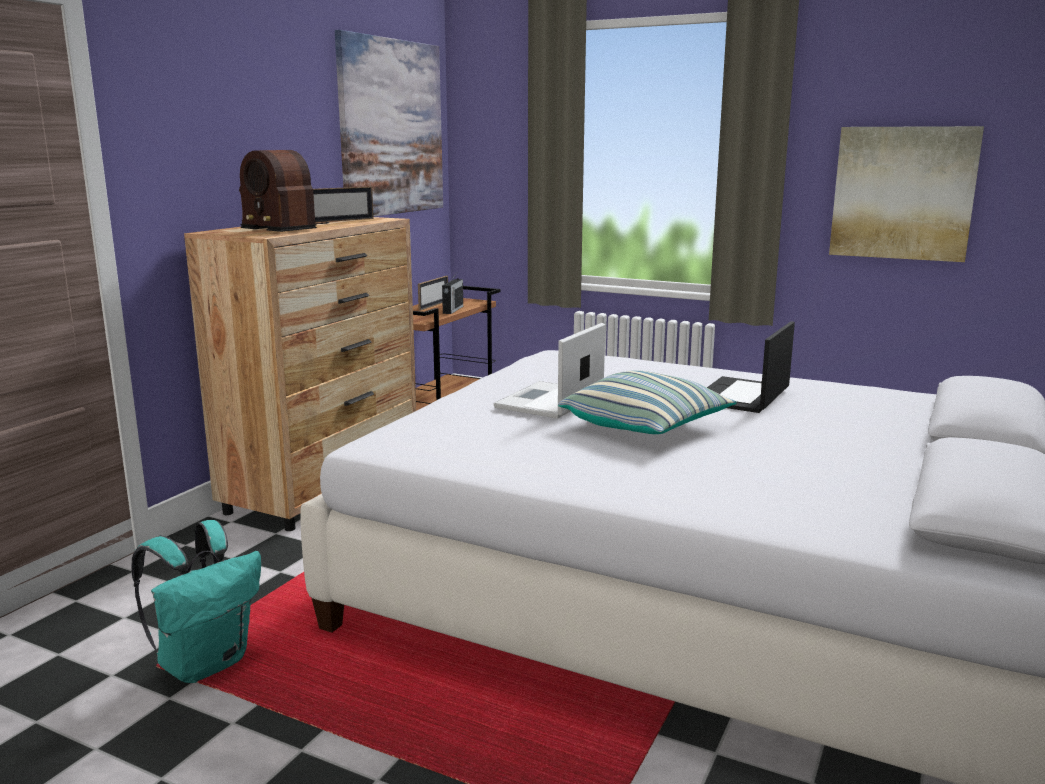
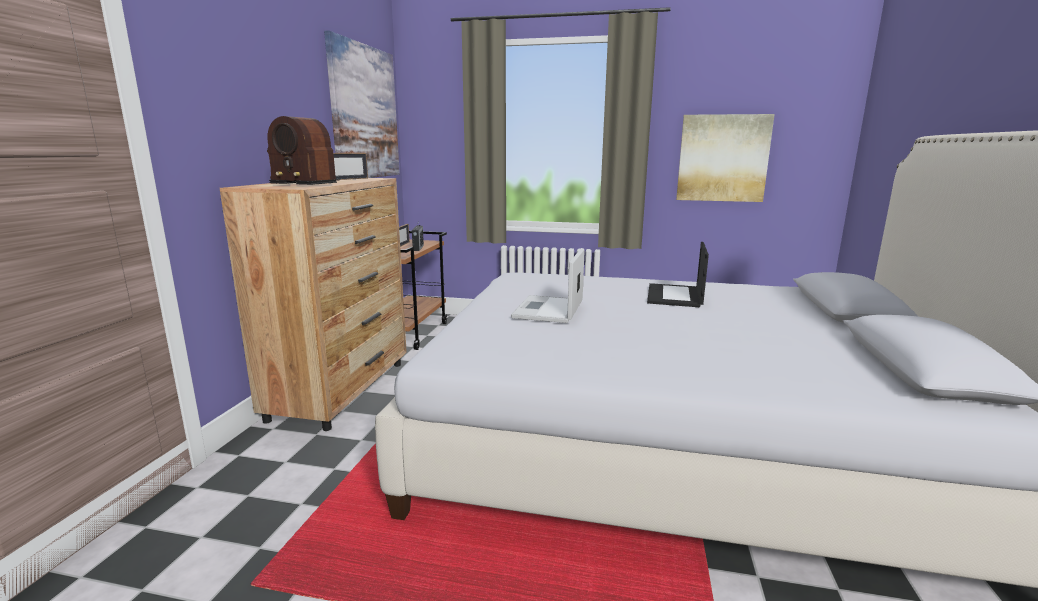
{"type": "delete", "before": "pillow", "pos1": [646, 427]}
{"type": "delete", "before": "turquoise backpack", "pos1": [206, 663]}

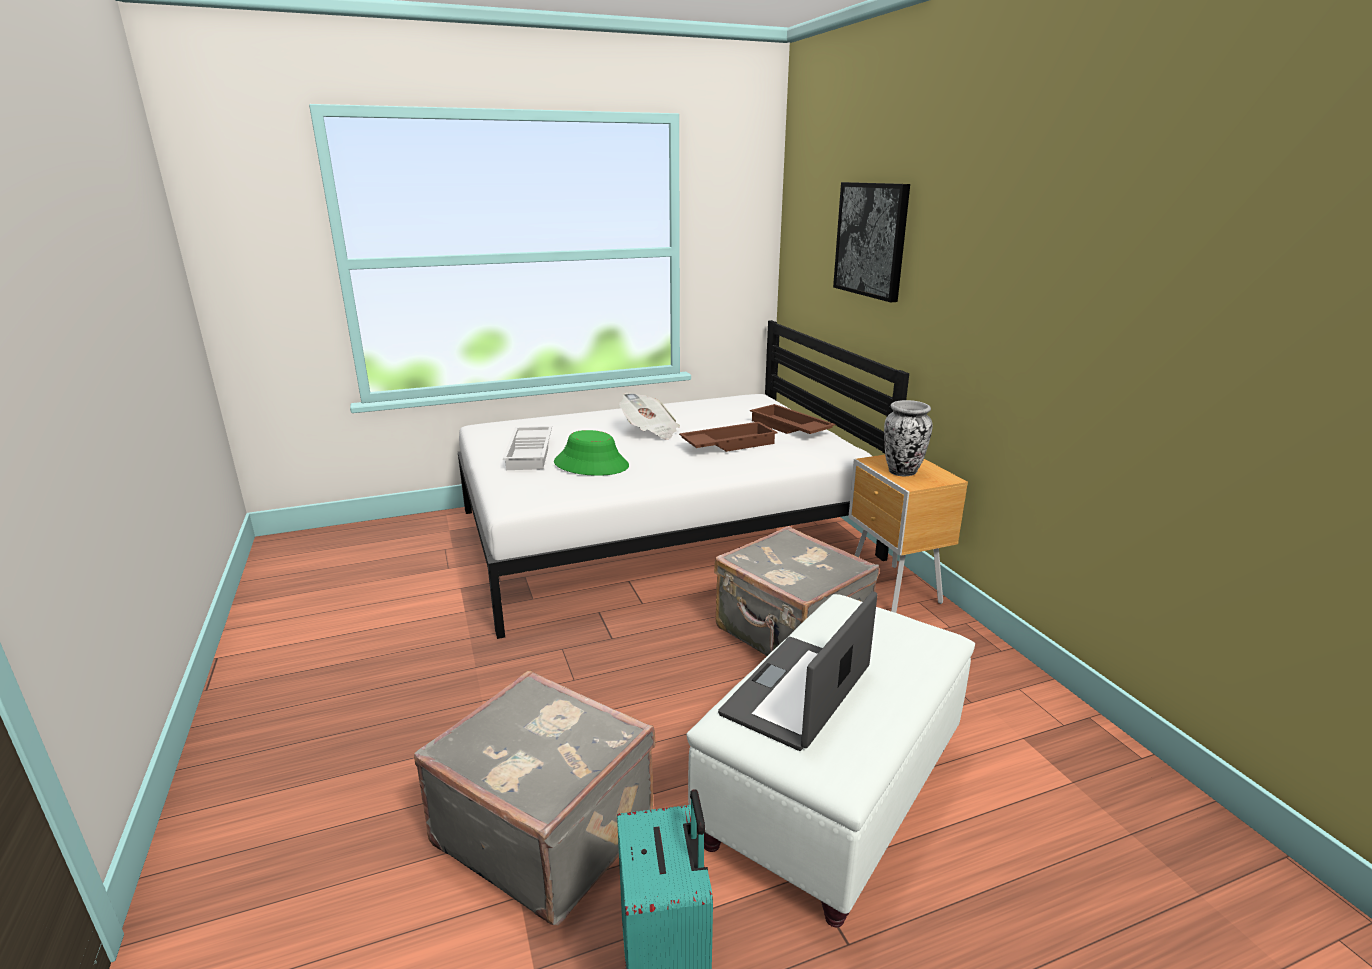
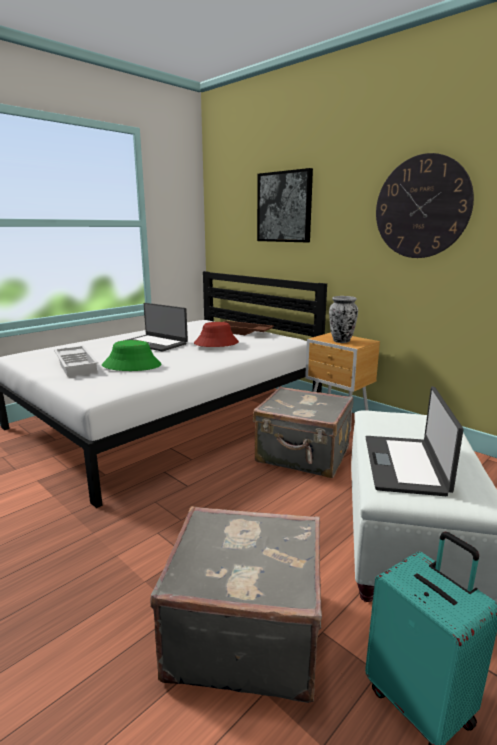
{"type": "replace", "before": "newspaper", "after": "laptop", "pos1": [650, 431], "pos2": [155, 343]}
{"type": "replace", "before": "brown tray", "after": "red hat", "pos1": [728, 444], "pos2": [216, 343]}
{"type": "insert", "after": "wall clock", "pos2": [421, 207]}

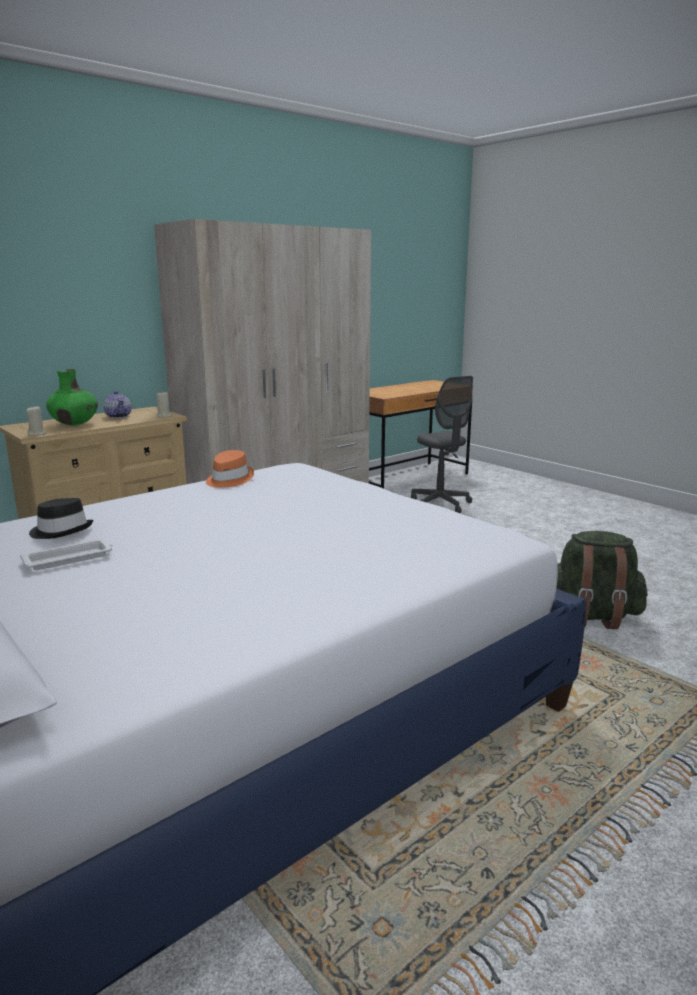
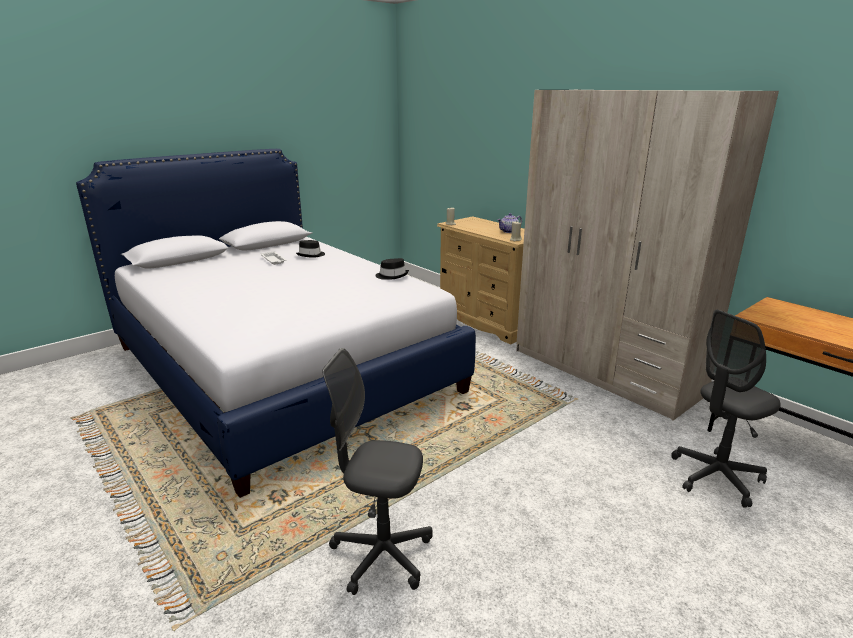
{"type": "delete", "before": "green vase", "pos1": [75, 424]}
{"type": "recolor", "before": "orange hat", "after": "black hat", "pos1": [228, 479], "pos2": [392, 275]}
{"type": "replace", "before": "green backpack", "after": "grey office chair", "pos1": [592, 616], "pos2": [381, 555]}

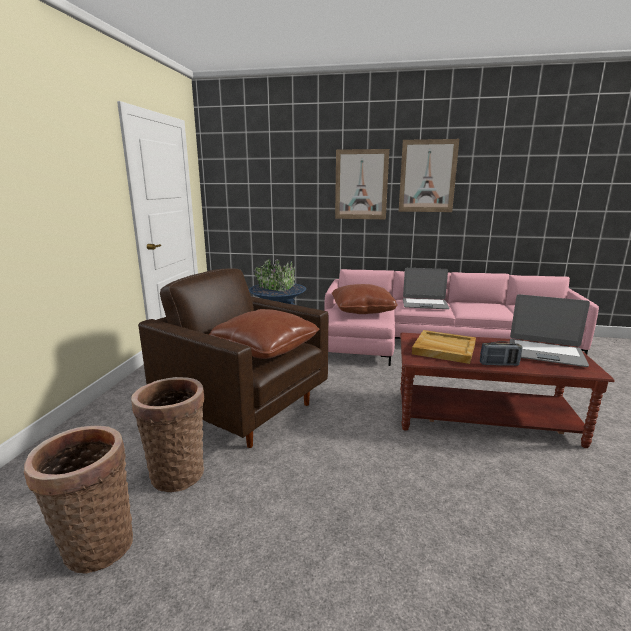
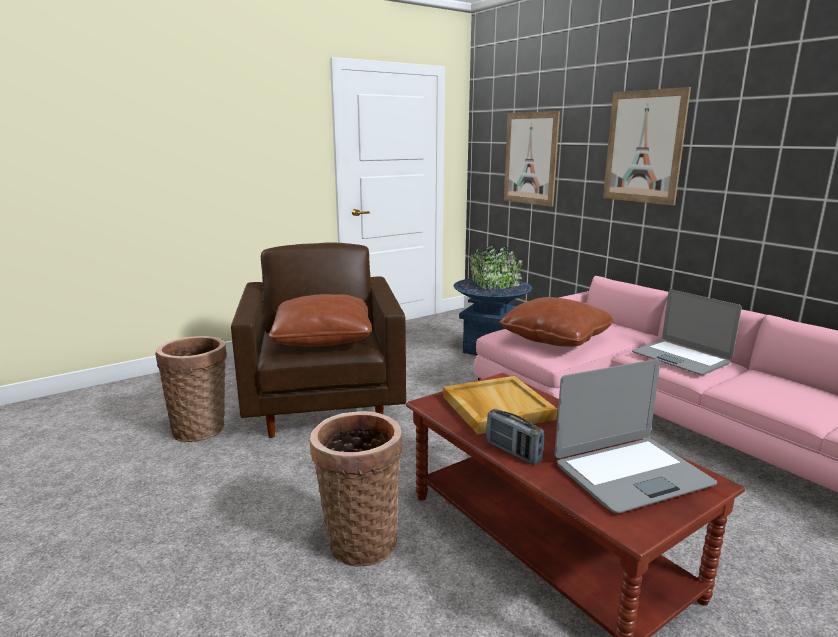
{"type": "move", "before": "picture", "pos1": [427, 176], "pos2": [530, 158]}
{"type": "rotate", "before": "laptop", "pos1": [545, 353], "pos2": [631, 474], "turn": -90}
{"type": "move", "before": "basket", "pos1": [94, 545], "pos2": [360, 539]}

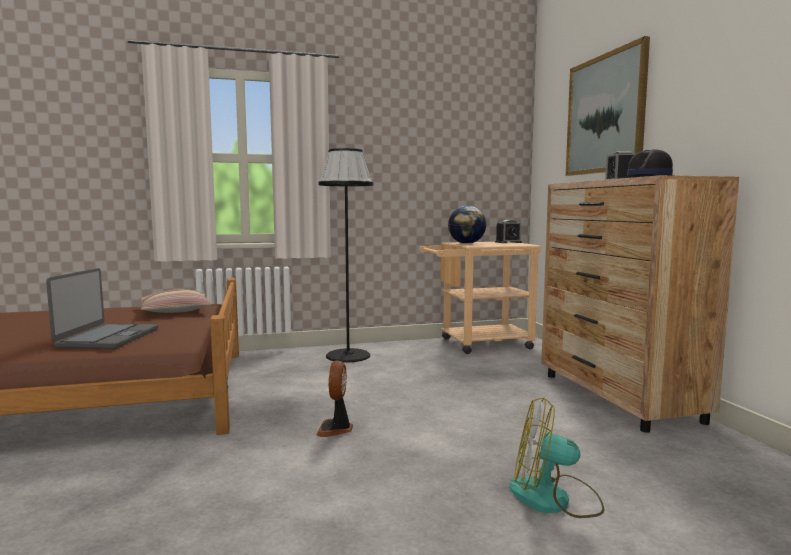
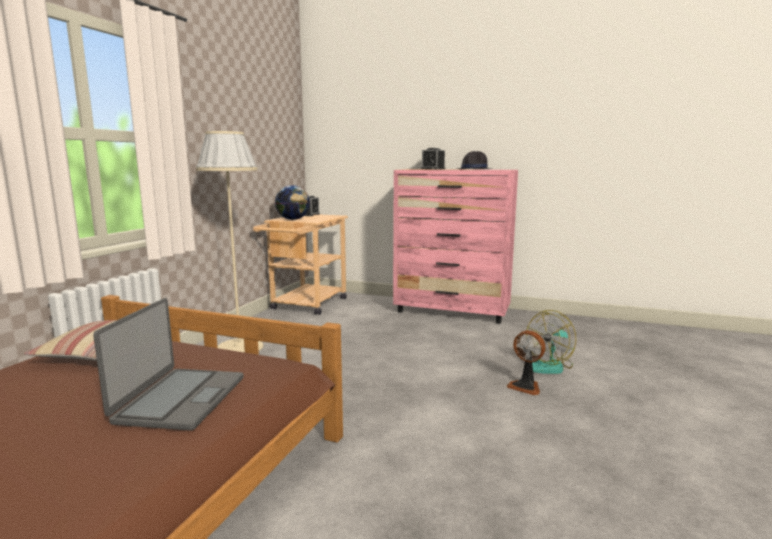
{"type": "delete", "before": "picture", "pos1": [605, 114]}
{"type": "recolor", "before": "black floor lamp", "after": "beige floor lamp", "pos1": [348, 356], "pos2": [240, 347]}
{"type": "recolor", "before": "brown dresser", "after": "pink dresser", "pos1": [618, 397], "pos2": [452, 311]}
{"type": "rotate", "before": "laptop", "pos1": [108, 337], "pos2": [180, 399], "turn": 60}
{"type": "move", "before": "fan", "pos1": [336, 429], "pos2": [525, 386]}

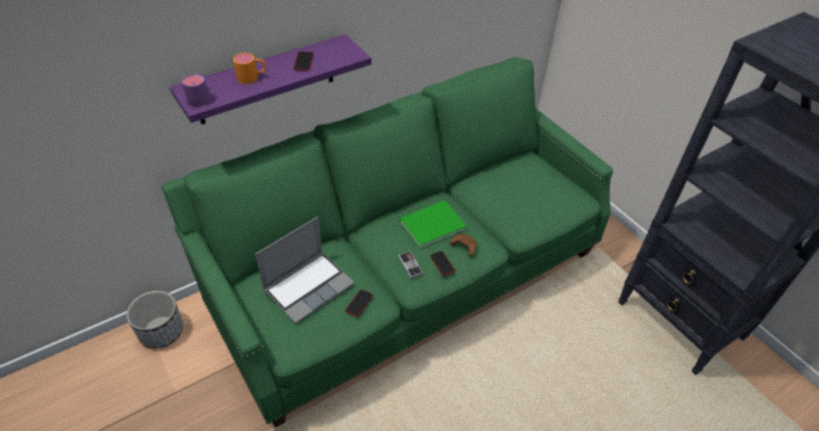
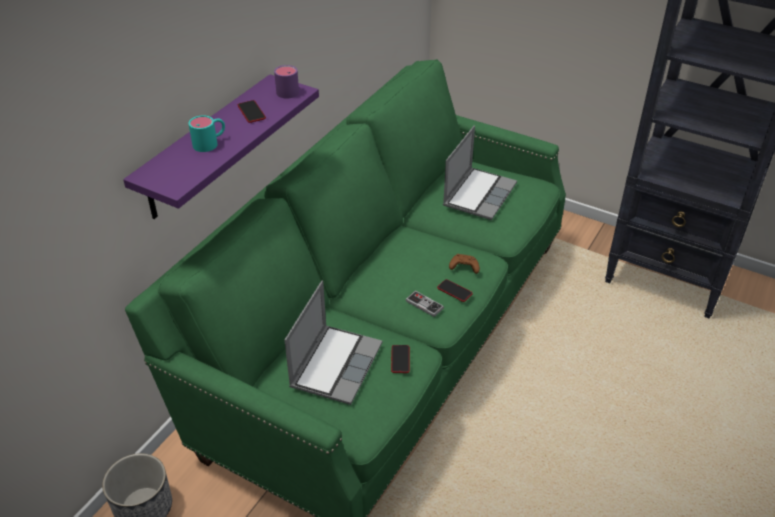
{"type": "recolor", "before": "orange mug", "after": "turquoise mug", "pos1": [252, 77], "pos2": [210, 143]}
{"type": "move", "before": "purple mug", "pos1": [200, 97], "pos2": [286, 90]}
{"type": "delete", "before": "green book", "pos1": [430, 225]}
{"type": "insert", "after": "laptop", "pos2": [479, 194]}

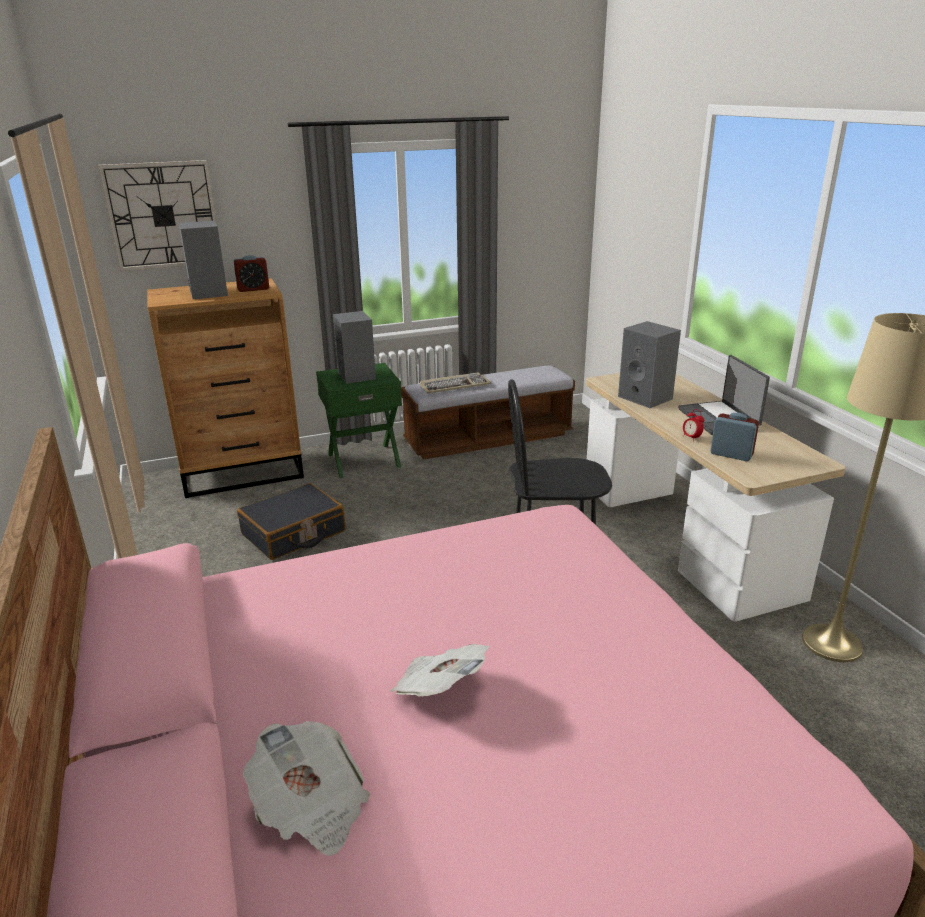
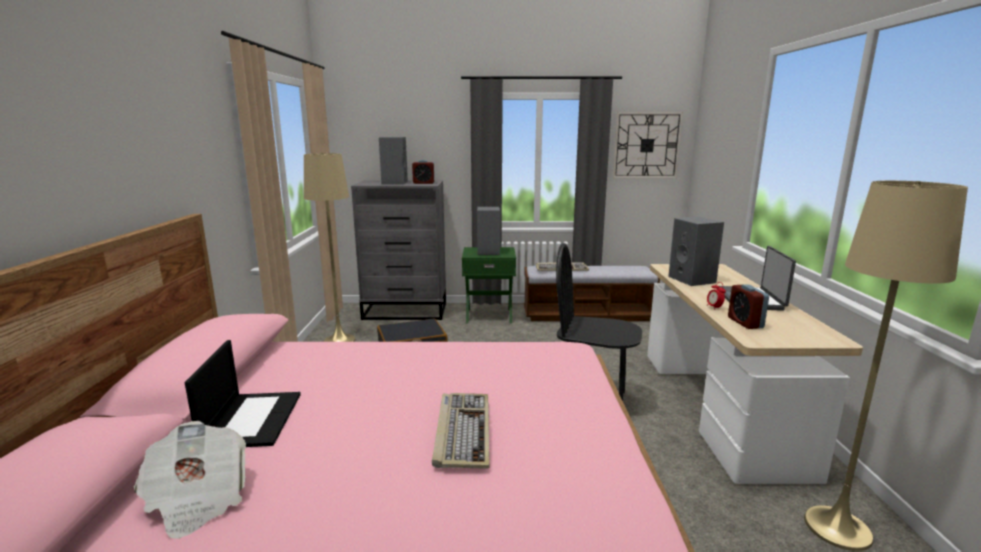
{"type": "move", "before": "wall clock", "pos1": [163, 215], "pos2": [646, 145]}
{"type": "recolor", "before": "brown dresser", "after": "grey dresser", "pos1": [243, 473], "pos2": [406, 311]}
{"type": "rotate", "before": "alarm clock", "pos1": [731, 454], "pos2": [745, 323], "turn": -150}
{"type": "delete", "before": "newspaper", "pos1": [439, 689]}
{"type": "insert", "after": "beige floor lamp", "pos2": [339, 341]}
{"type": "insert", "after": "laptop", "pos2": [252, 419]}
{"type": "insert", "after": "keyboard", "pos2": [462, 431]}

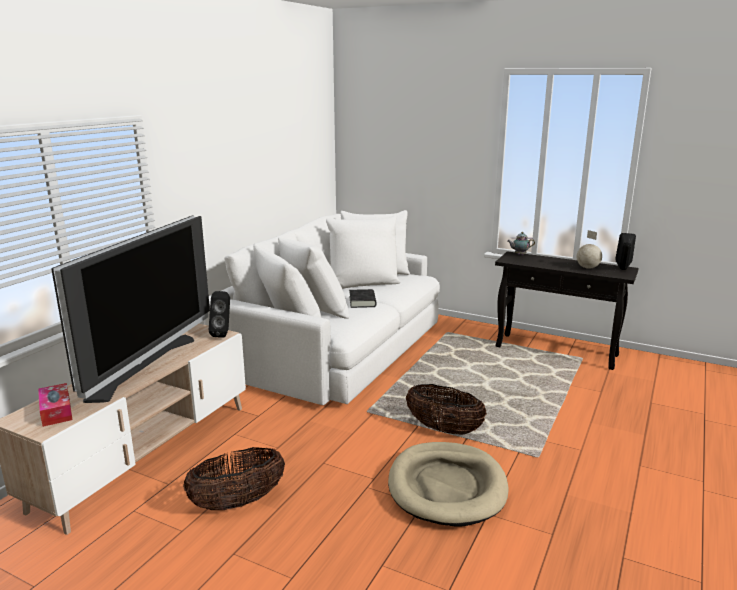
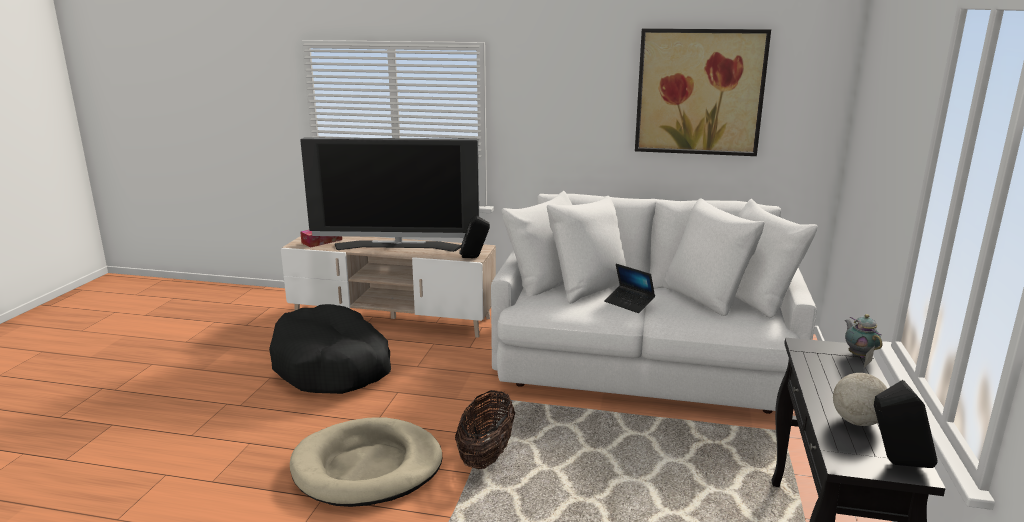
{"type": "replace", "before": "black book", "after": "laptop", "pos1": [362, 301], "pos2": [629, 303]}
{"type": "replace", "before": "basket", "after": "black dog bed", "pos1": [237, 502], "pos2": [333, 366]}
{"type": "insert", "after": "picture", "pos2": [699, 92]}

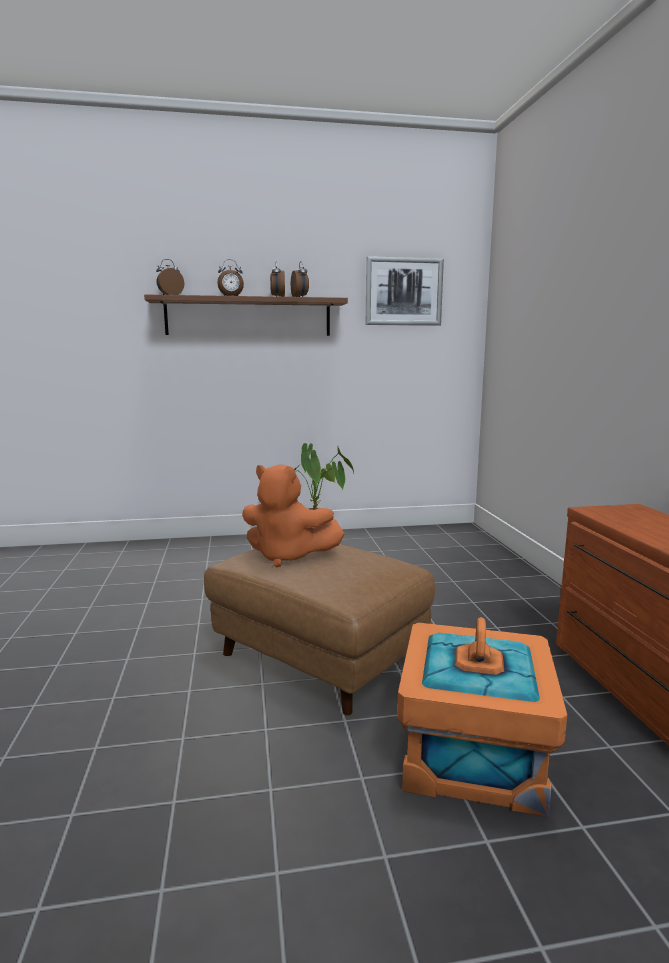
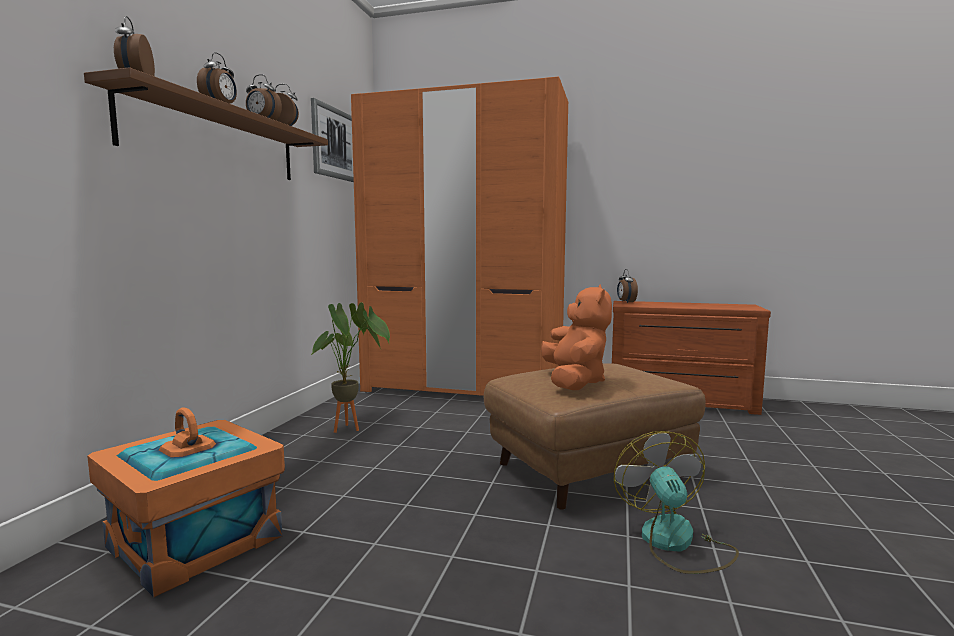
{"type": "rotate", "before": "orange plush toy", "pos1": [288, 557], "pos2": [574, 382], "turn": -45}
{"type": "move", "before": "orange storage box", "pos1": [474, 756], "pos2": [196, 541]}
{"type": "insert", "after": "orange wardrobe", "pos2": [463, 388]}
{"type": "insert", "after": "alarm clock", "pos2": [625, 302]}
{"type": "insert", "after": "fan", "pos2": [675, 543]}

